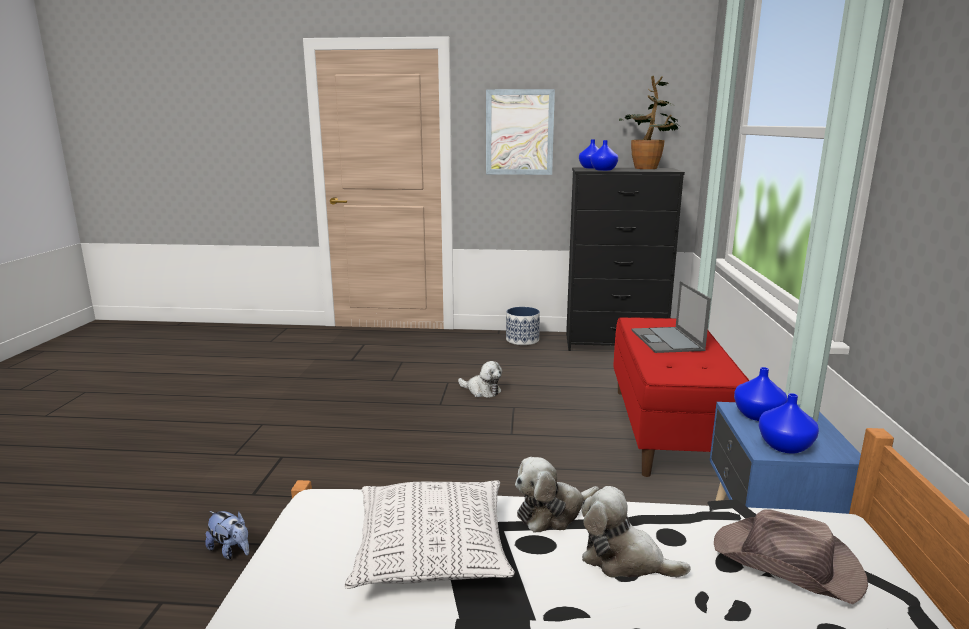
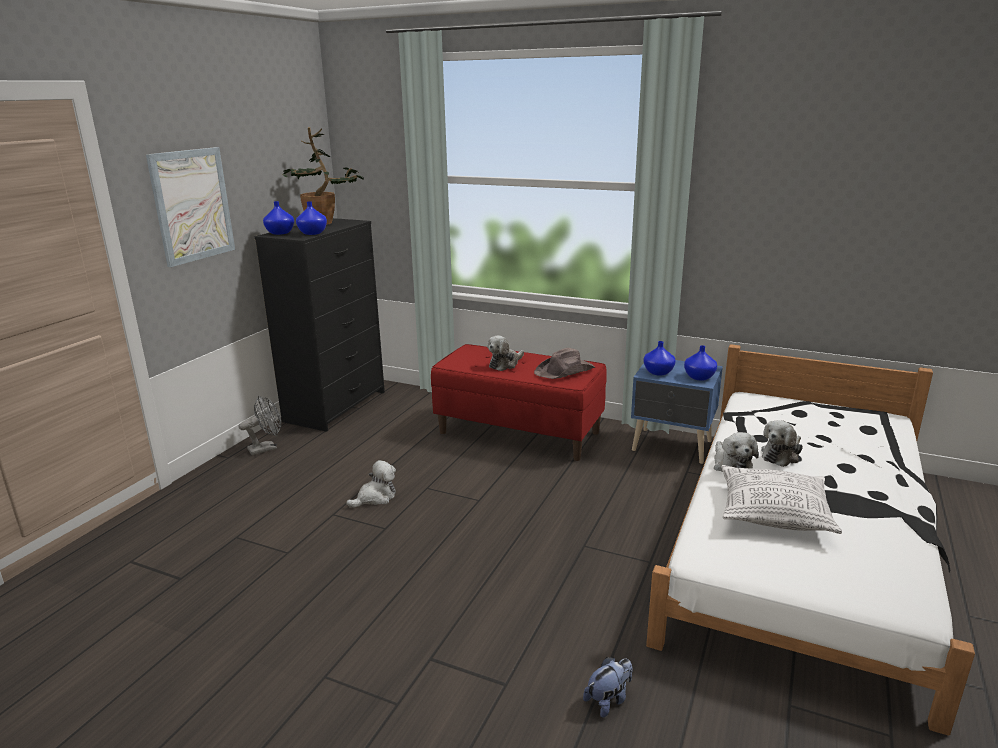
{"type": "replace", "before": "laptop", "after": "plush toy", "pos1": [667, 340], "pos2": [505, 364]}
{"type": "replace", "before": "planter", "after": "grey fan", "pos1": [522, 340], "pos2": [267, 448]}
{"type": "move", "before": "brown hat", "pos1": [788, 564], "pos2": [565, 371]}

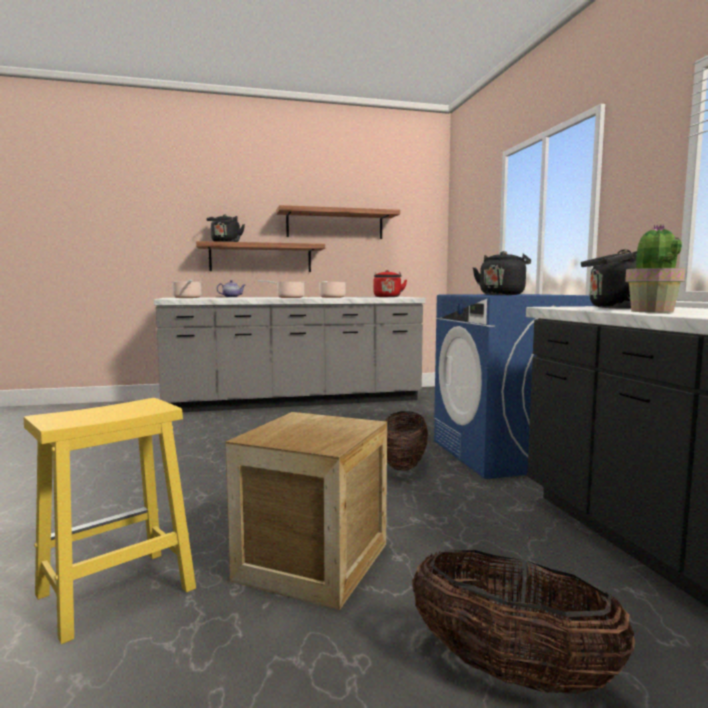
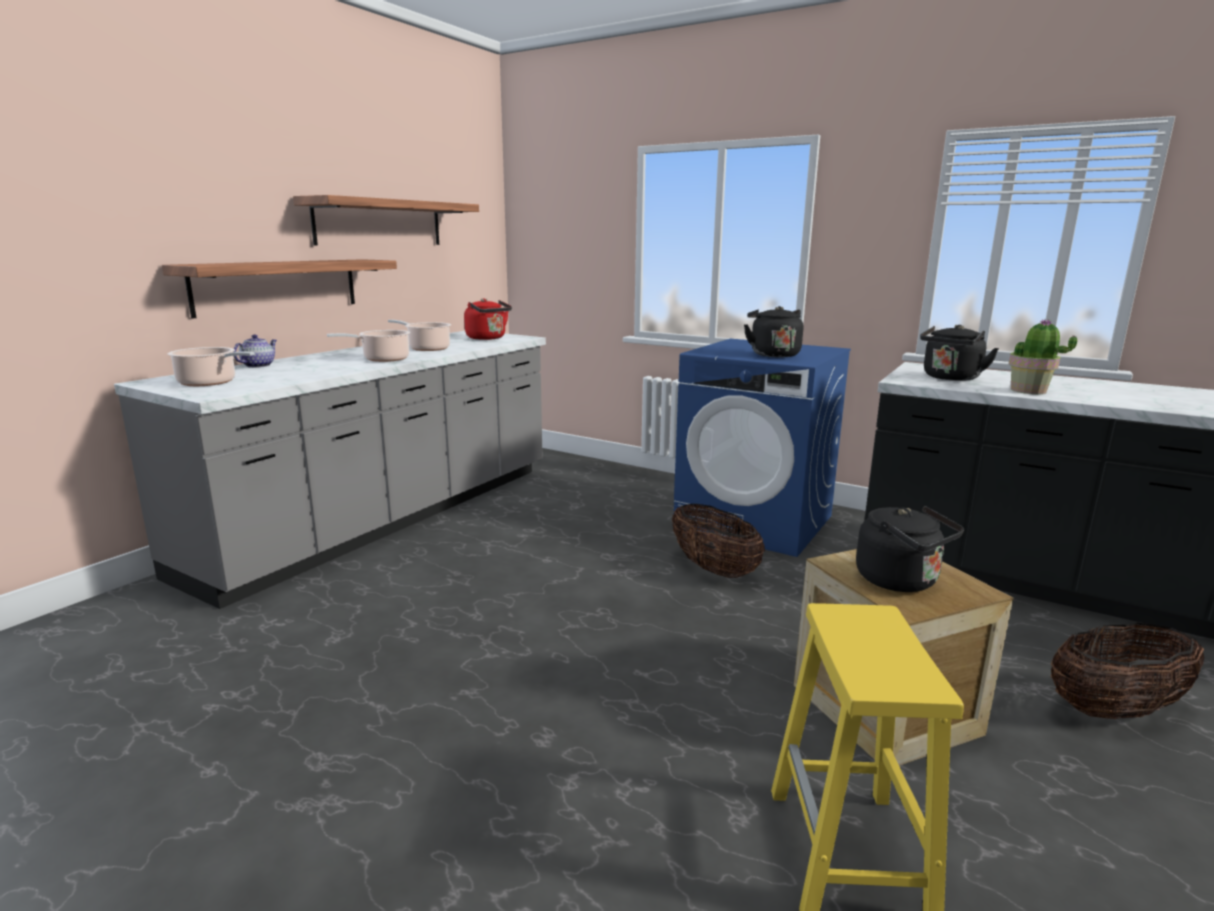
{"type": "move", "before": "black kettle", "pos1": [225, 242], "pos2": [901, 581]}

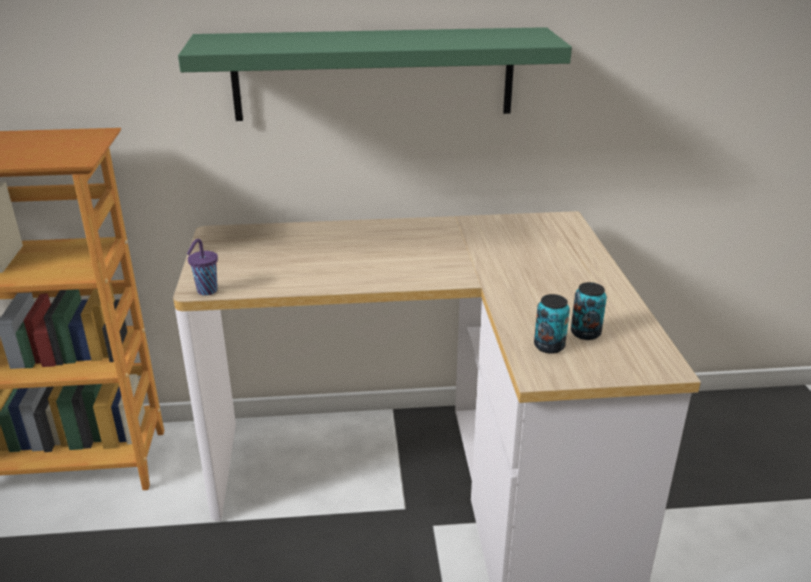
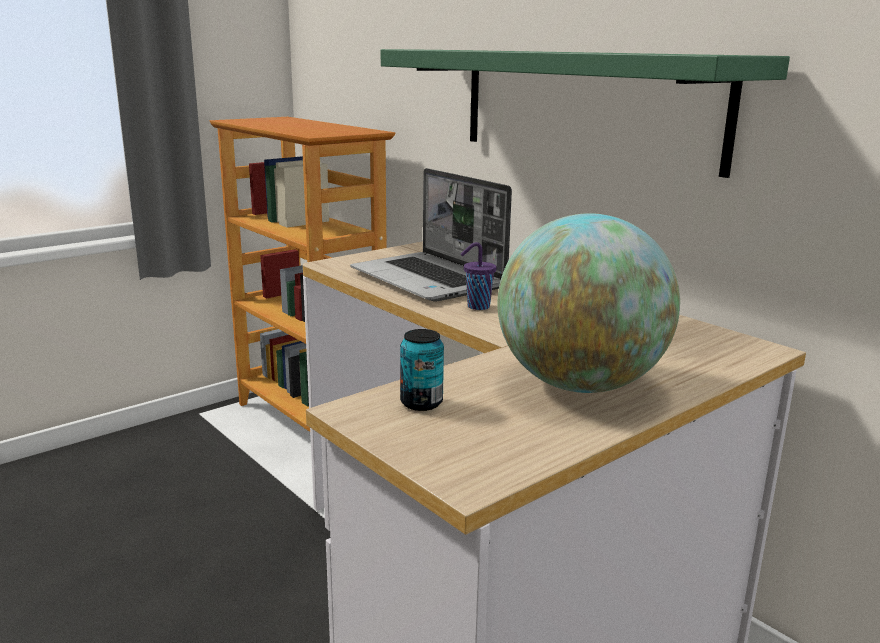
{"type": "move", "before": "purple cup", "pos1": [206, 291], "pos2": [477, 307]}
{"type": "delete", "before": "can", "pos1": [585, 333]}
{"type": "insert", "after": "laptop", "pos2": [429, 279]}
{"type": "insert", "after": "globe", "pos2": [580, 385]}

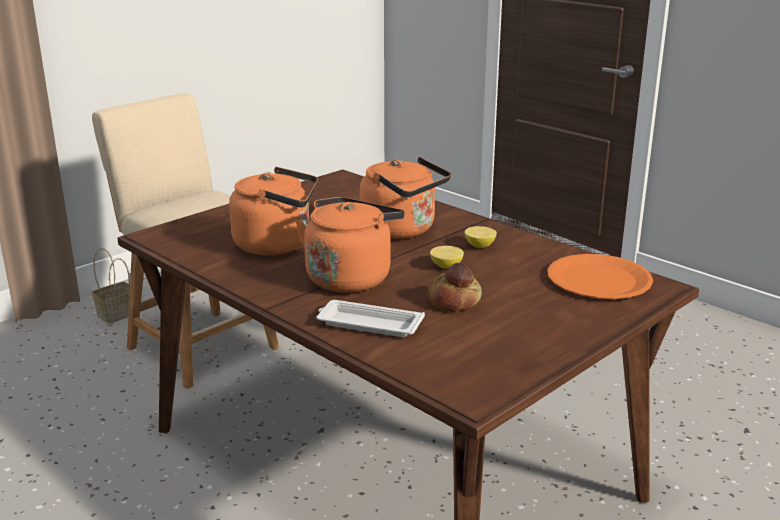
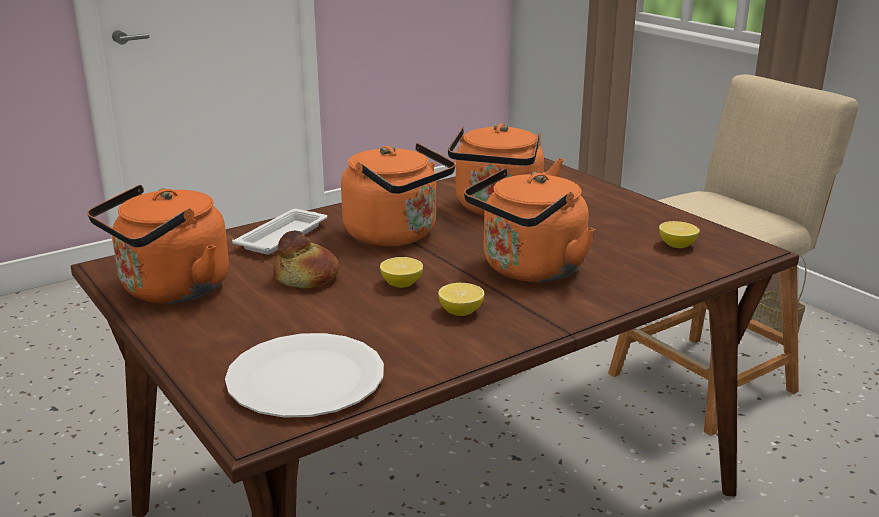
{"type": "recolor", "before": "orange plate", "after": "white plate", "pos1": [598, 280], "pos2": [306, 378]}
{"type": "insert", "after": "orange kettle", "pos2": [170, 291]}
{"type": "insert", "after": "lemon", "pos2": [677, 245]}

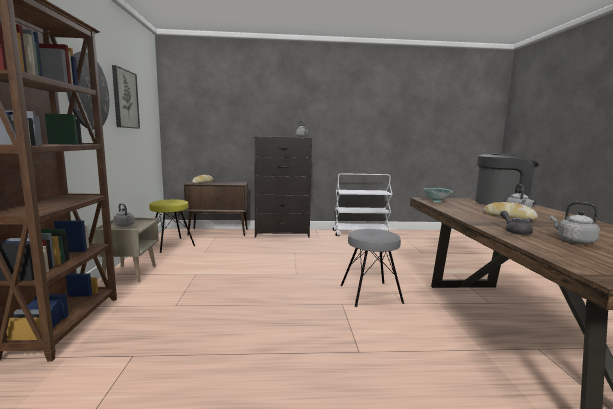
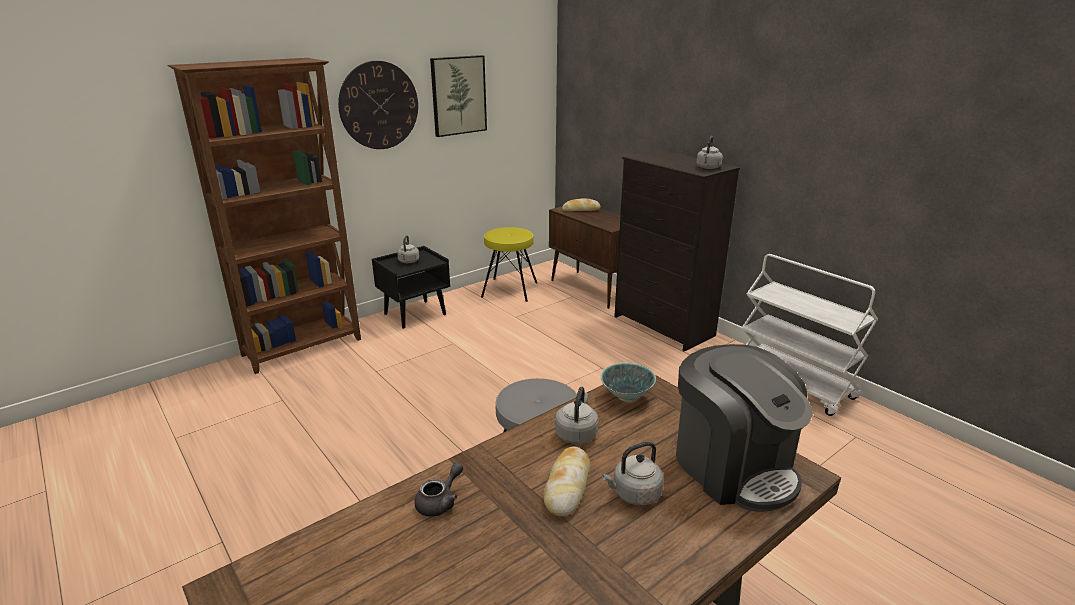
{"type": "move", "before": "grey kettle", "pos1": [573, 241], "pos2": [577, 433]}
{"type": "recolor", "before": "beige nightstand", "after": "black nightstand", "pos1": [129, 273], "pos2": [415, 314]}

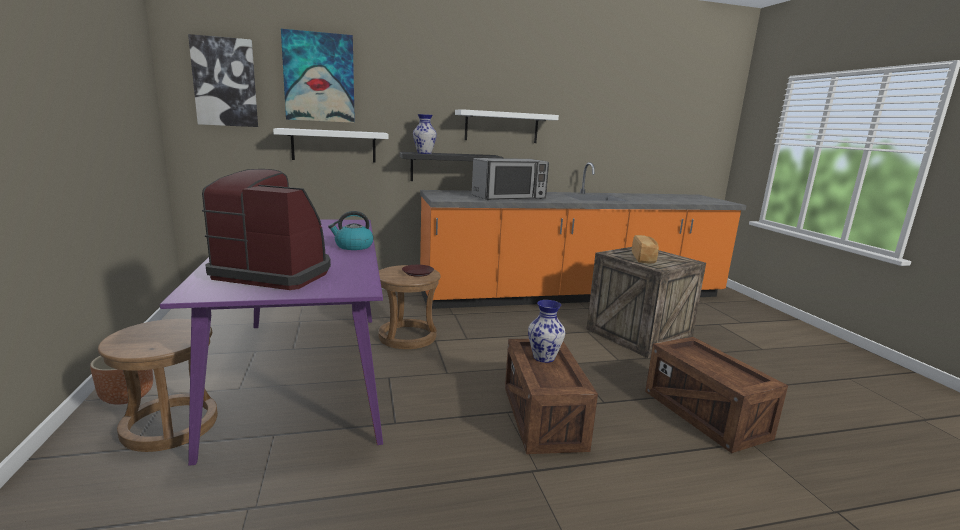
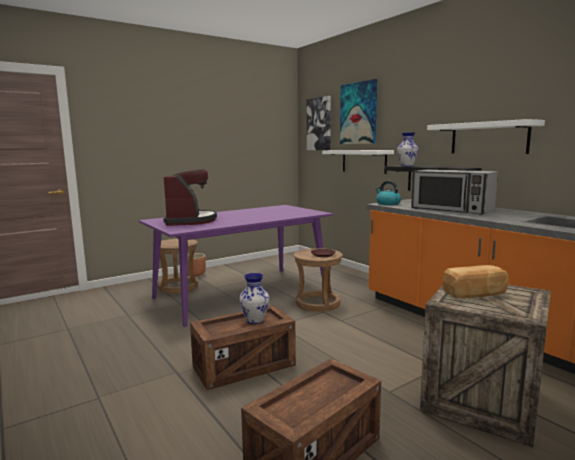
{"type": "move", "before": "kettle", "pos1": [353, 246], "pos2": [387, 204]}

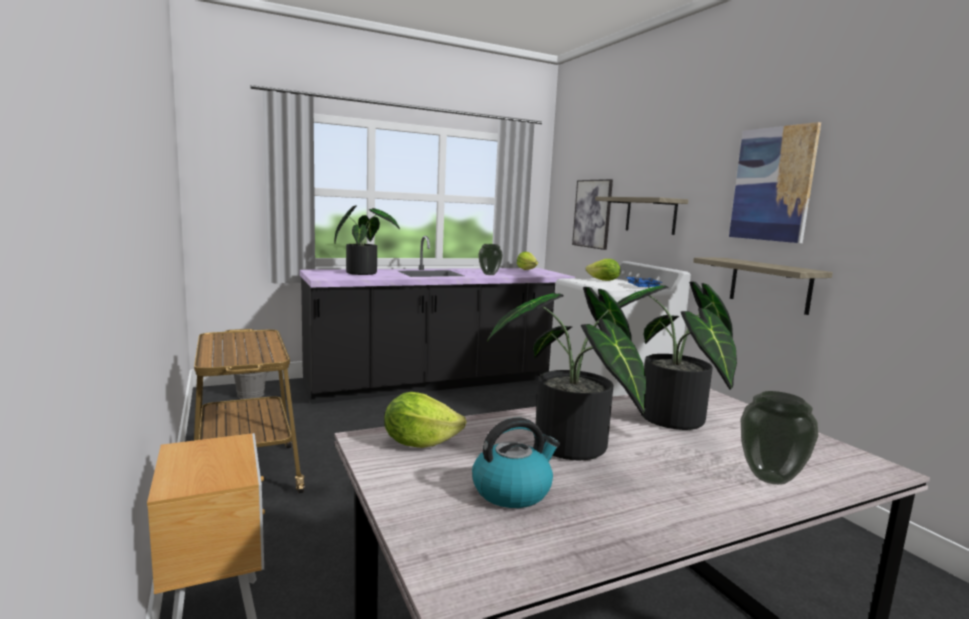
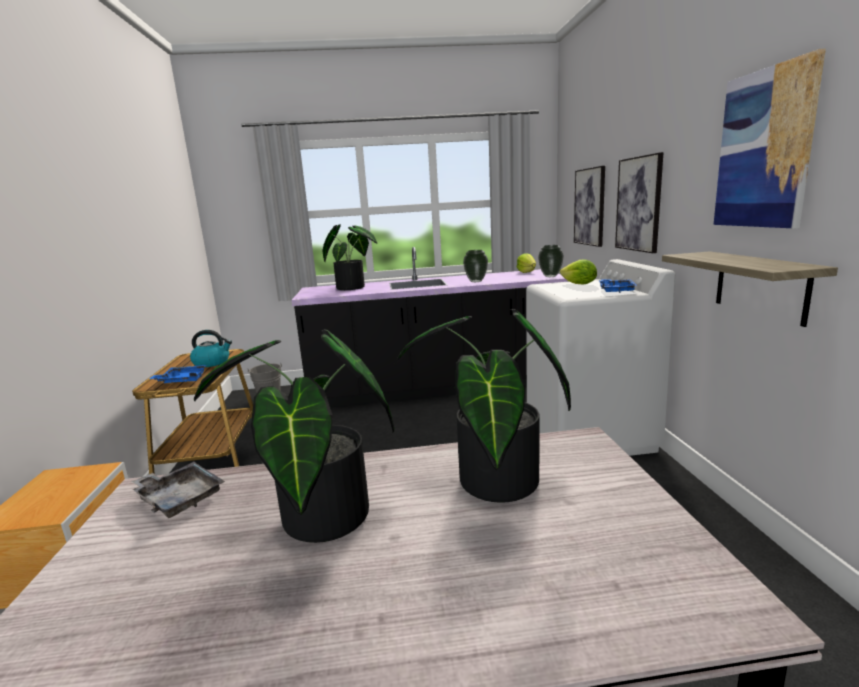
{"type": "replace", "before": "shelf", "after": "picture", "pos1": [650, 215], "pos2": [639, 204]}
{"type": "move", "before": "vase", "pos1": [769, 478], "pos2": [550, 276]}
{"type": "replace", "before": "lettuce", "after": "grey tray", "pos1": [419, 442], "pos2": [179, 498]}
{"type": "move", "before": "kettle", "pos1": [512, 490], "pos2": [212, 362]}
{"type": "insert", "after": "blue tray", "pos2": [182, 380]}

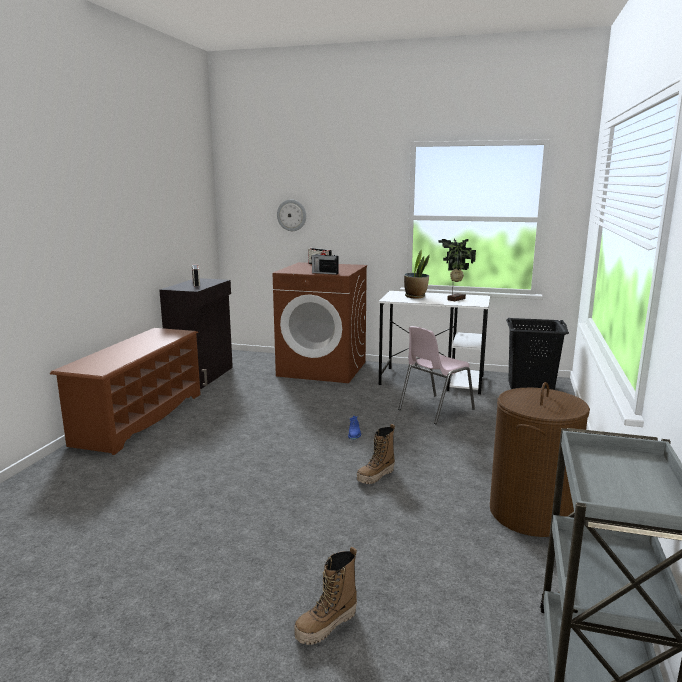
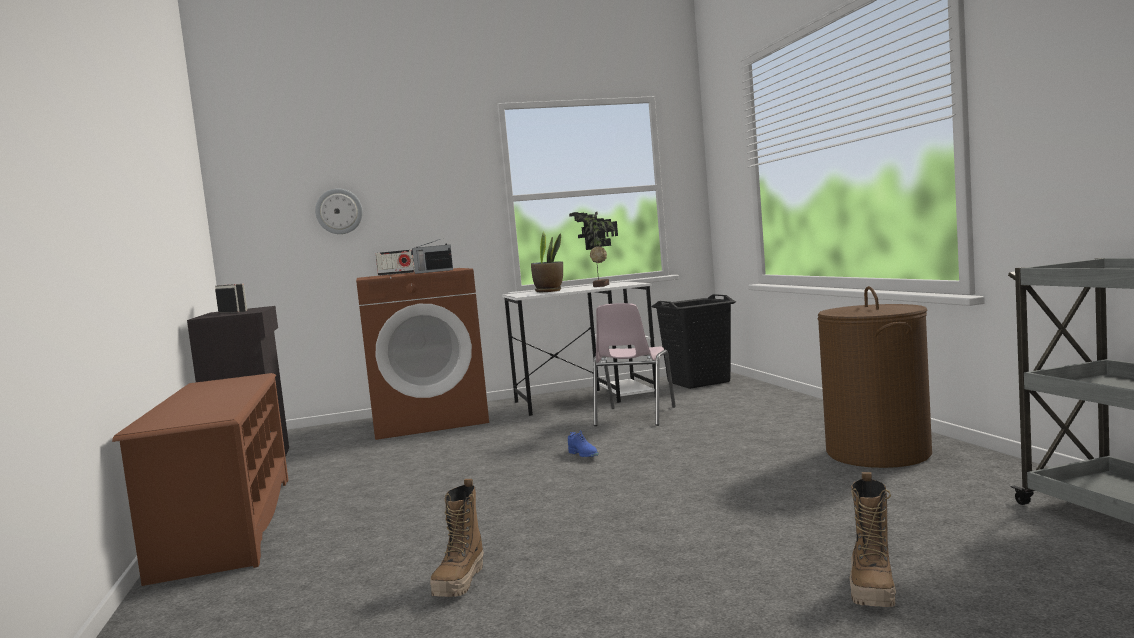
{"type": "move", "before": "boot", "pos1": [376, 476], "pos2": [460, 582]}

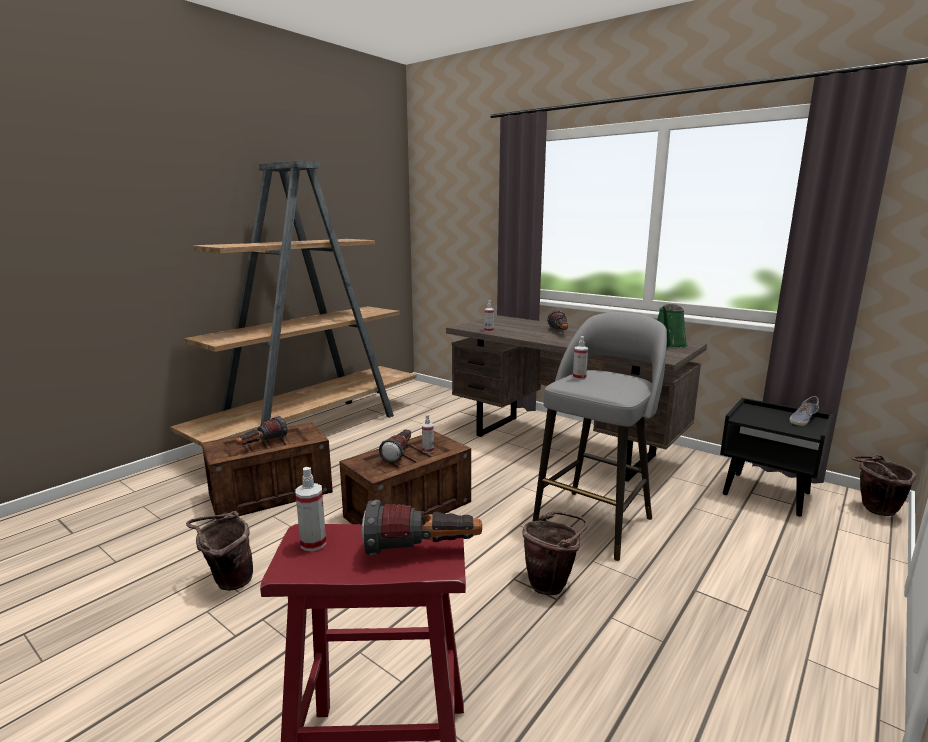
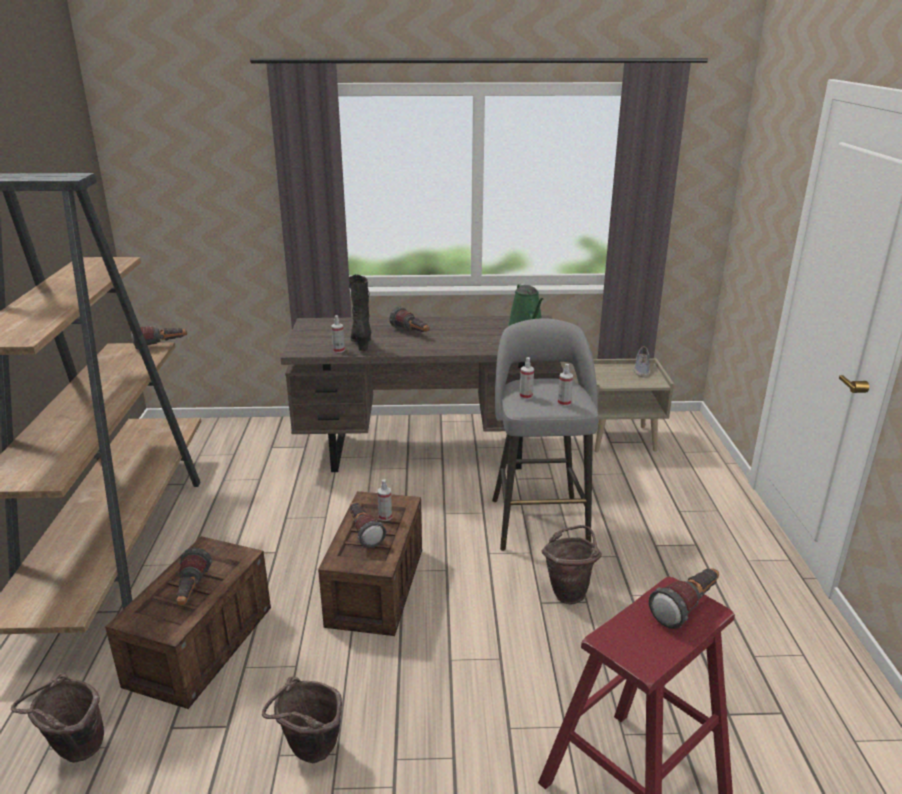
{"type": "recolor", "before": "black nightstand", "after": "beige nightstand", "pos1": [767, 493], "pos2": [620, 439]}
{"type": "move", "before": "brown bucket", "pos1": [874, 510], "pos2": [74, 752]}
{"type": "move", "before": "spray bottle", "pos1": [313, 543], "pos2": [564, 403]}
{"type": "insert", "after": "black boot", "pos2": [361, 343]}
{"type": "insert", "after": "flashlight", "pos2": [161, 346]}

